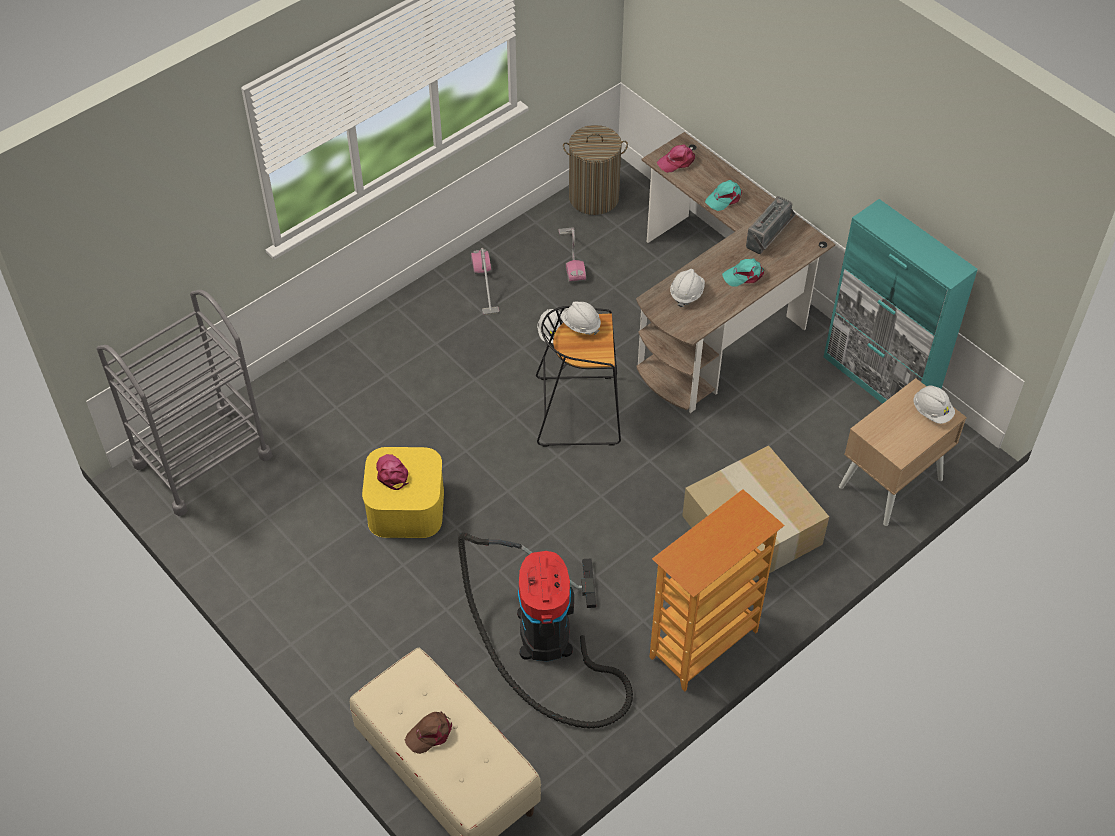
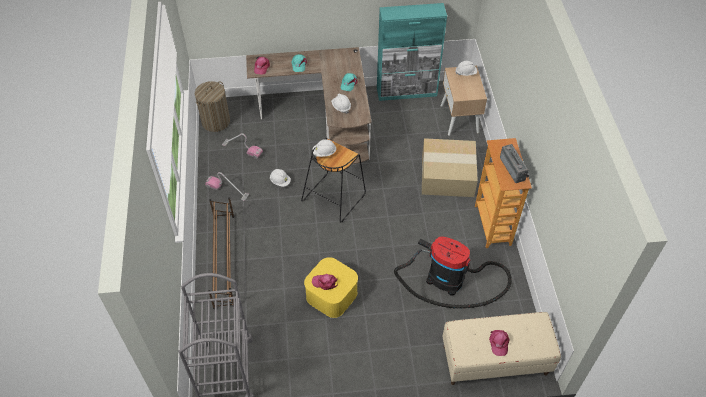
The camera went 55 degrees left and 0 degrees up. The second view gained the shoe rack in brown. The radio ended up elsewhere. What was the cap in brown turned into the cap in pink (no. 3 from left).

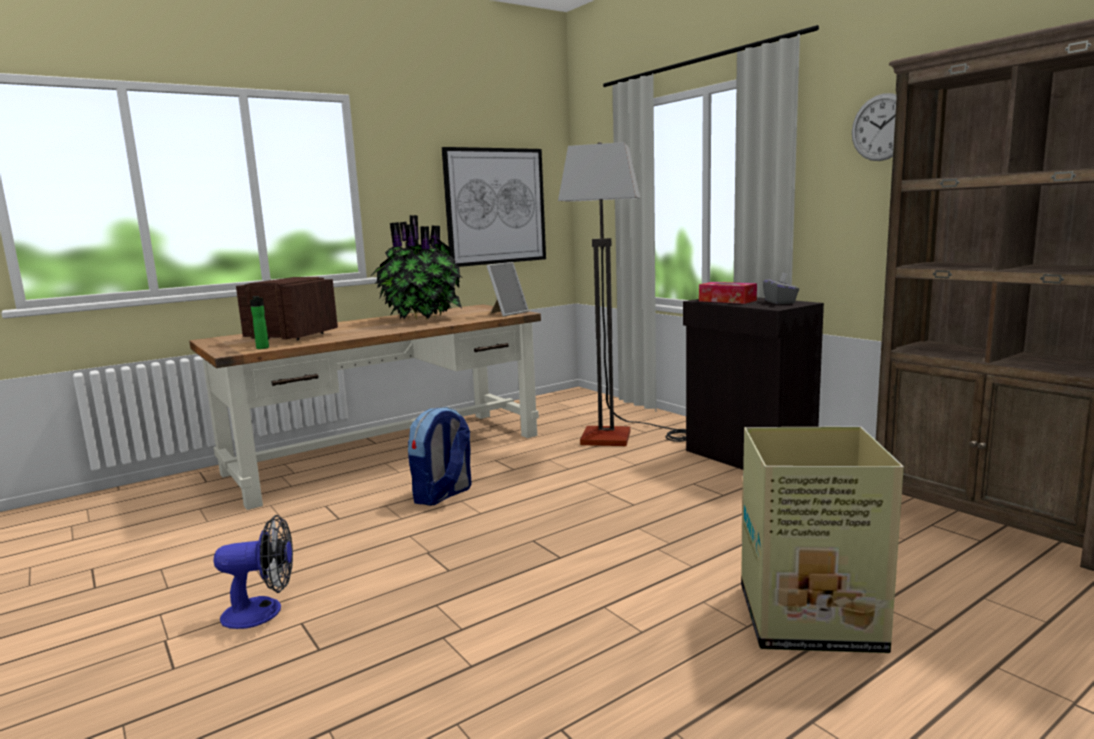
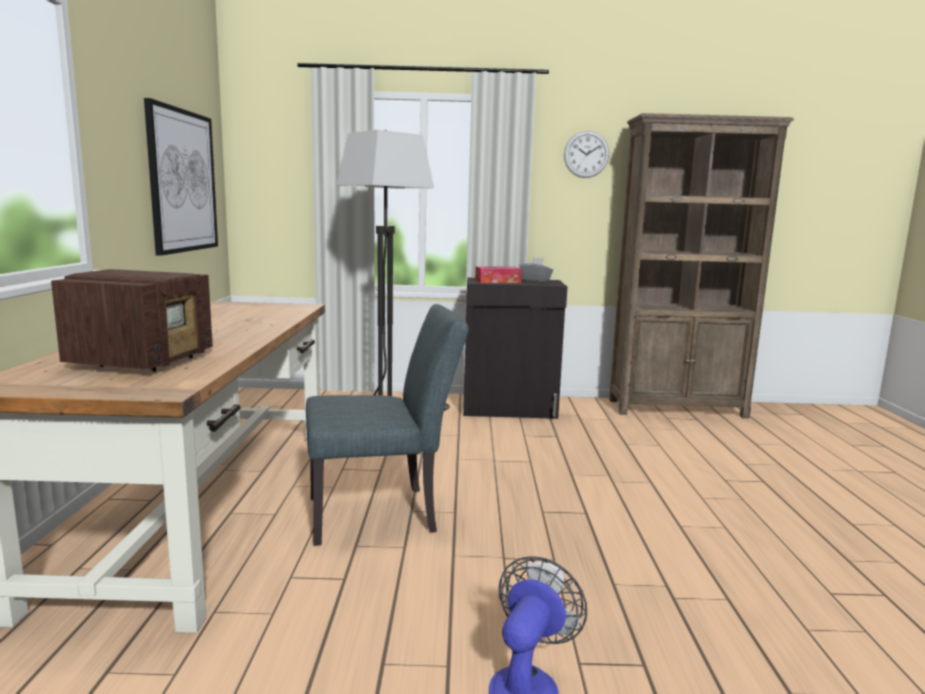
The camera went 55 degrees left and 0 degrees up. The second view lost the bottle. The second view lost the potted plant. The second view lost the picture frame. The second view lost the cardboard box. Where the backpack stood, the chair in grey came to stand. The radio ended up facing another way, 135 degrees clockwise from before.

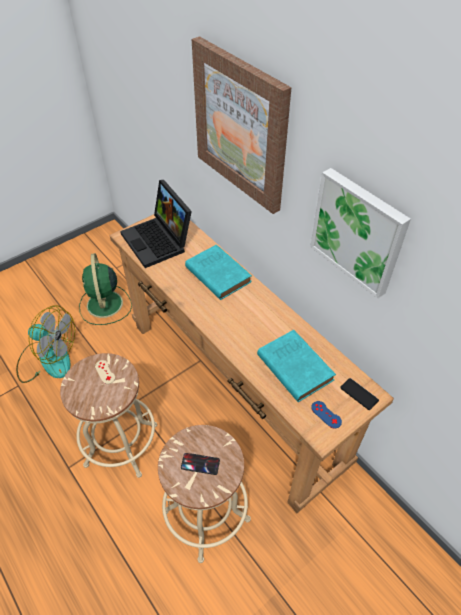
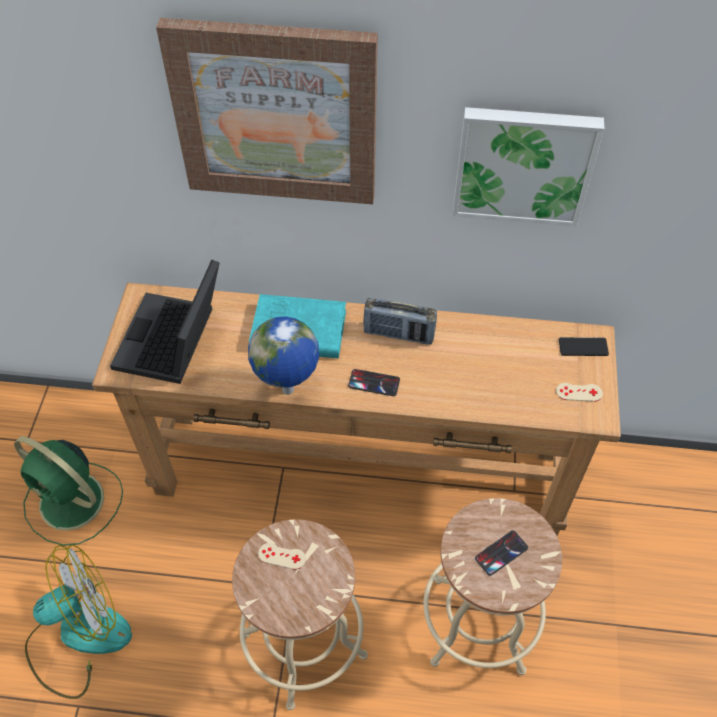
The camera went 45 degrees left and 5 degrees up. The second view lost the book in turquoise (no. 2 from left). The second view gained the globe. The second view gained the phone (no. 1 from left). The second view gained the radio. What was the game controller in blue turned into the game controller in beige (no. 2 from left). The laptop ended up facing another way, 90 degrees clockwise from before.

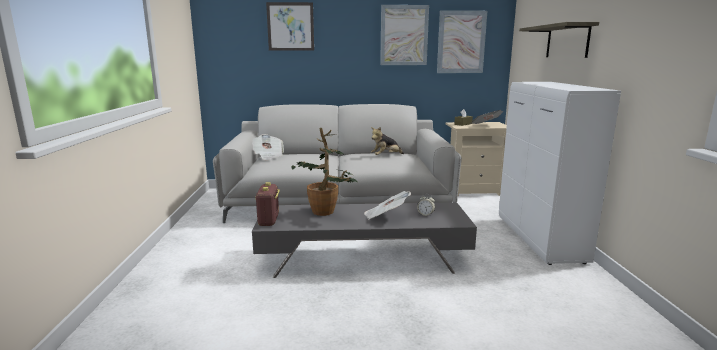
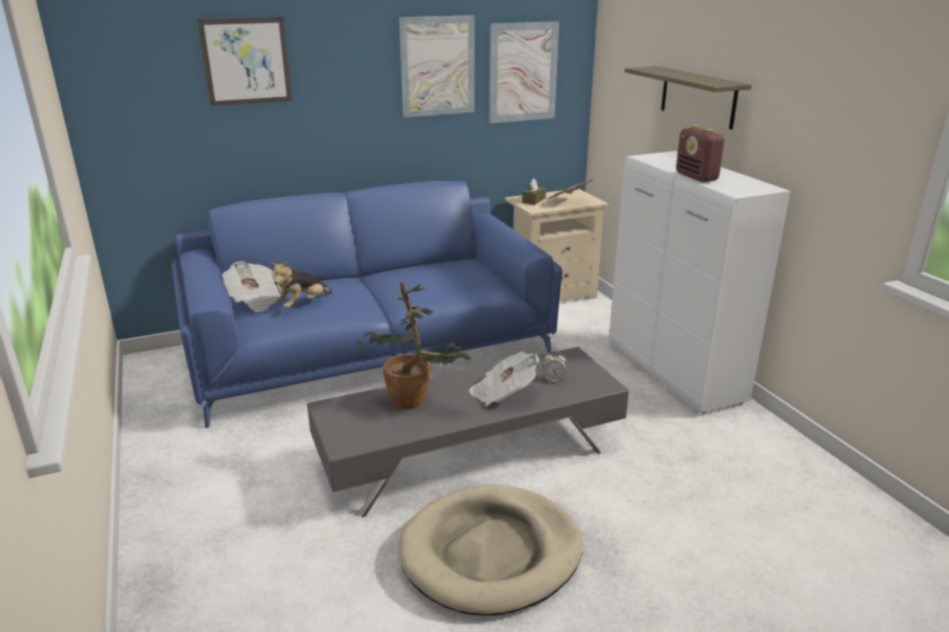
The camera went 20 degrees left and 10 degrees up. The second view gained the dog bed in beige. The radio ended up elsewhere. The plush toy ended up elsewhere. What was the sofa in grey turned into the sofa in blue.

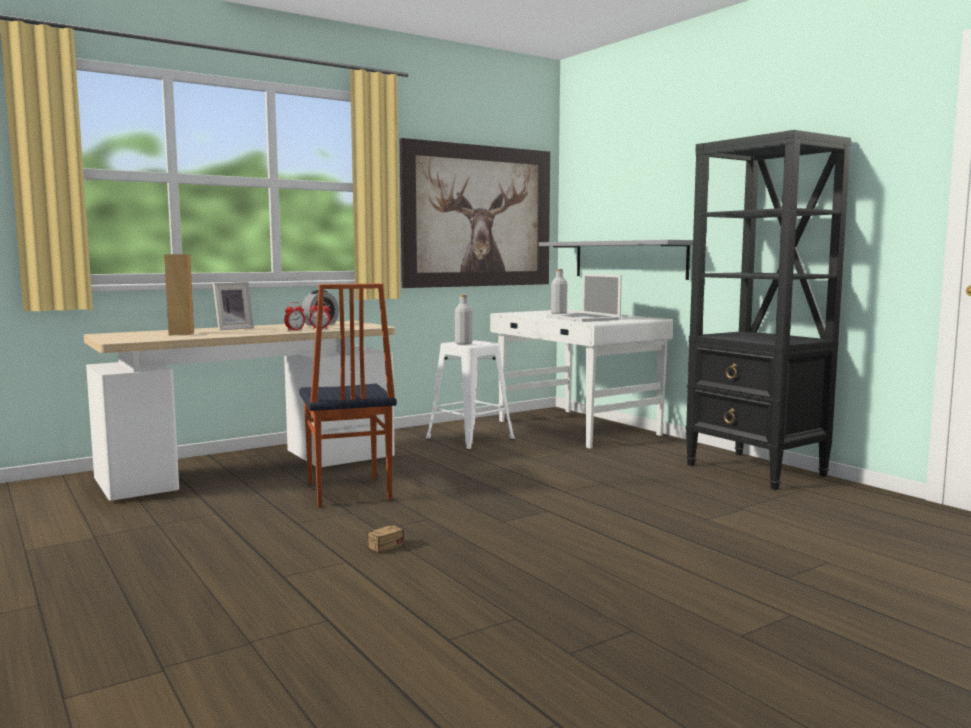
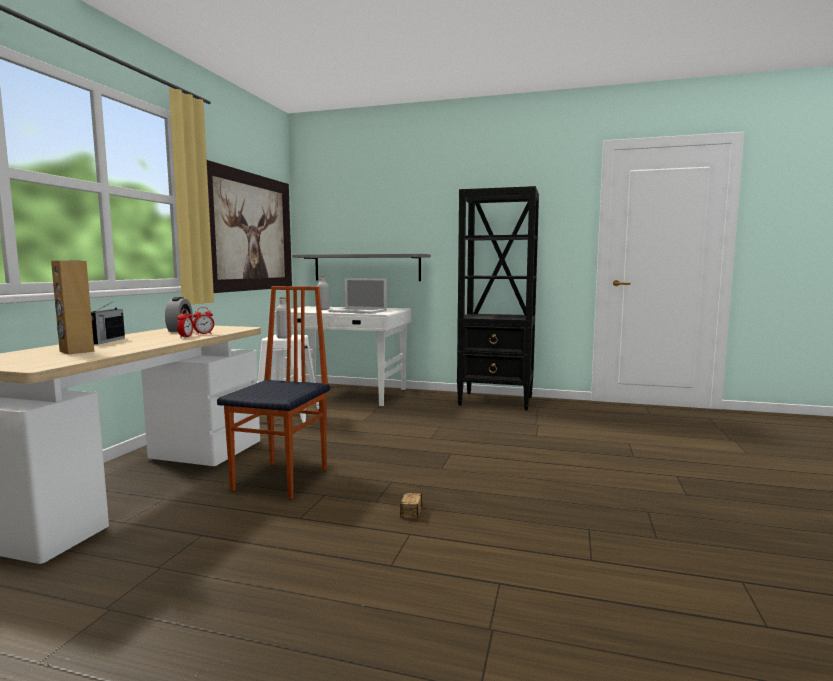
The camera went 40 degrees left and 0 degrees up. Where the picture frame stood, the radio came to stand. The chair ended up facing another way, 105 degrees counterclockwise from before.

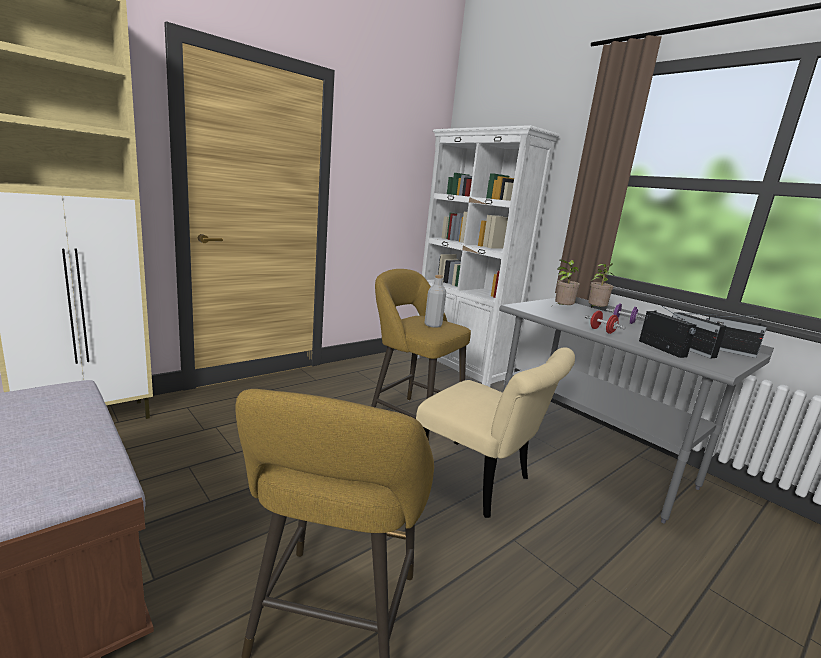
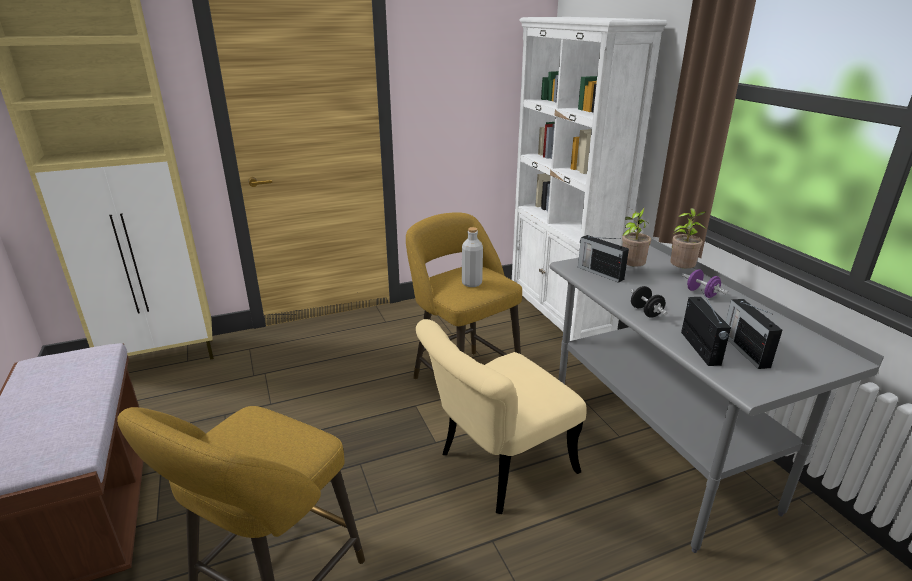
The camera went 20 degrees right and 10 degrees up. The radio (no. 3 from left in the first image) ended up elsewhere. What was the dumbbell in red turned into the dumbbell in black. The chair in beige ended up facing another way, 90 degrees clockwise from before.

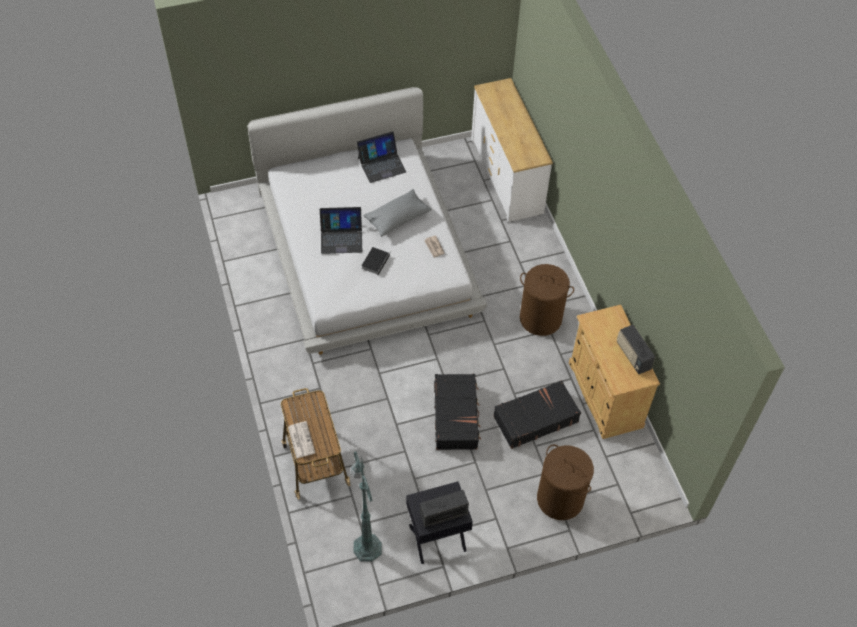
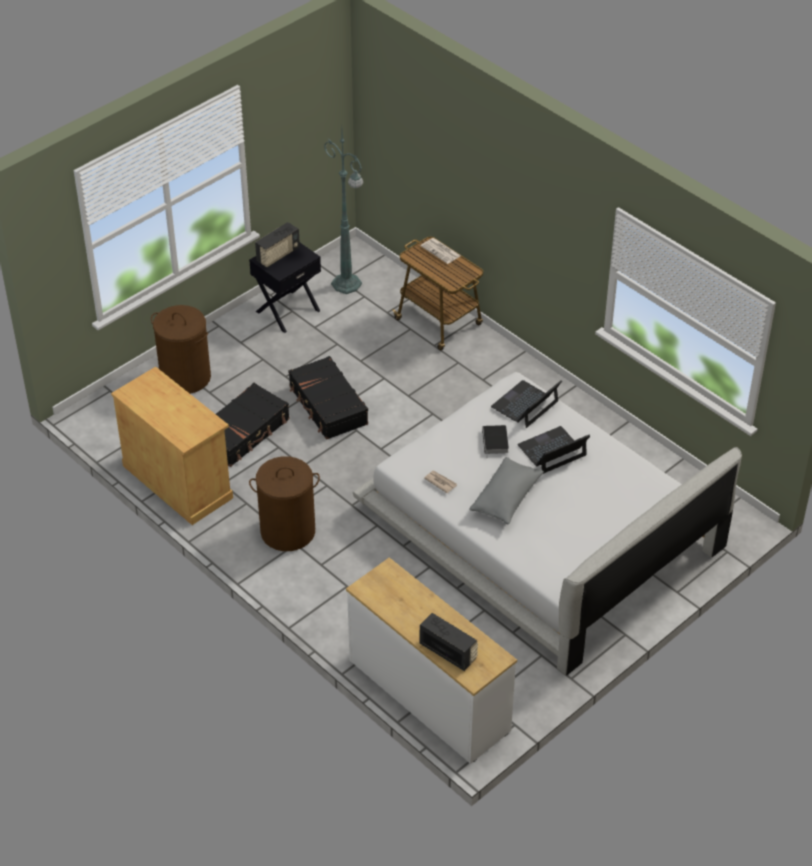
The camera went 155 degrees right and 10 degrees down. The laptop (no. 2 from left in the first image) ended up elsewhere. The radio (no. 2 from left) ended up elsewhere.

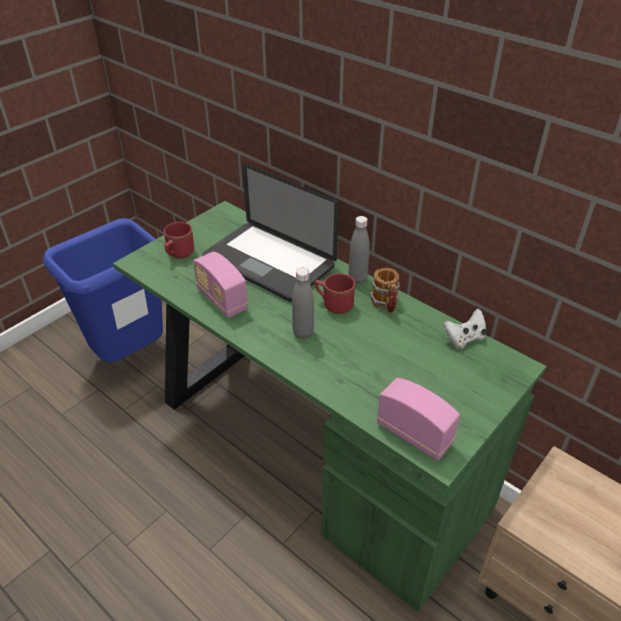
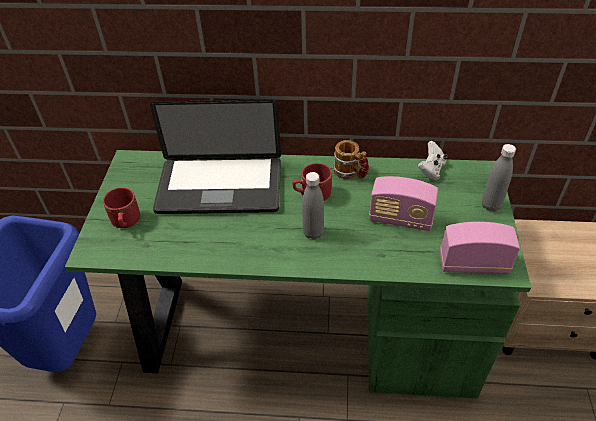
The camera went 35 degrees left and 5 degrees up. The radio (no. 1 from left) ended up elsewhere. The bottle in grey (no. 2 from left) ended up elsewhere.

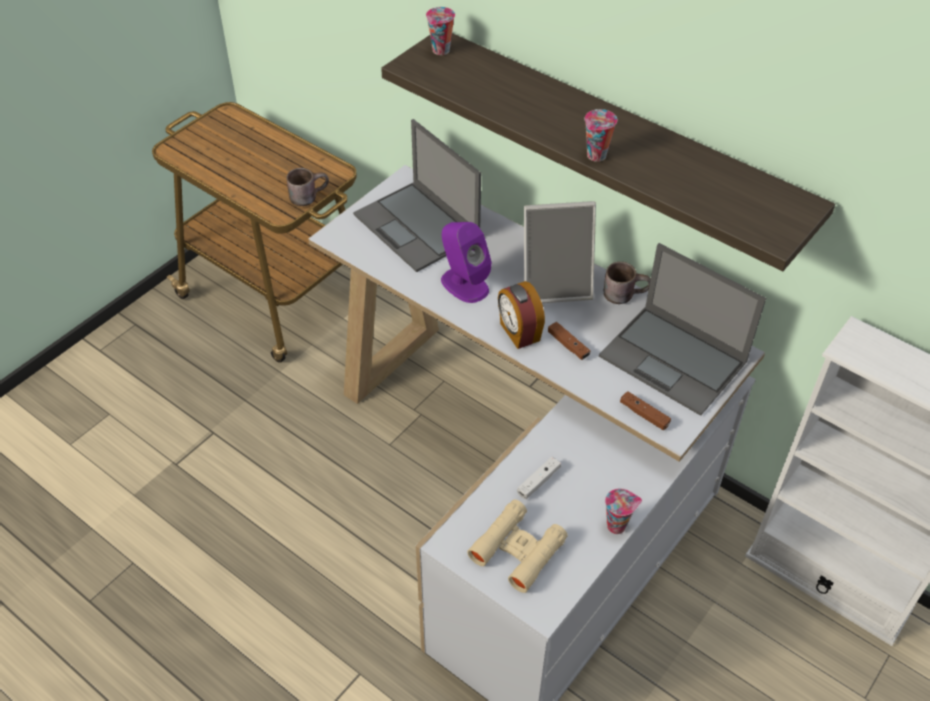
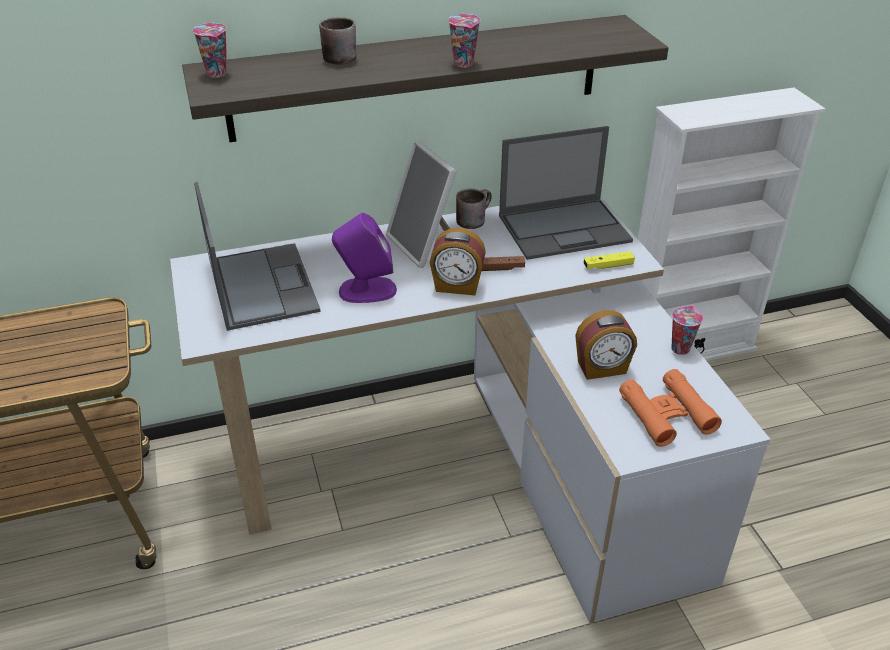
The camera went 55 degrees left and 10 degrees down. The mug in brown (no. 1 from left) ended up elsewhere. Where the game controller in white stood, the alarm clock (no. 2 from left) came to stand. What was the binoculars in beige turned into the binoculars in orange. What was the game controller in brown (no. 2 from left) turned into the game controller in yellow. The laptop (no. 1 from left) ended up facing another way, 105 degrees counterclockwise from before. The picture frame ended up facing another way, 120 degrees clockwise from before.

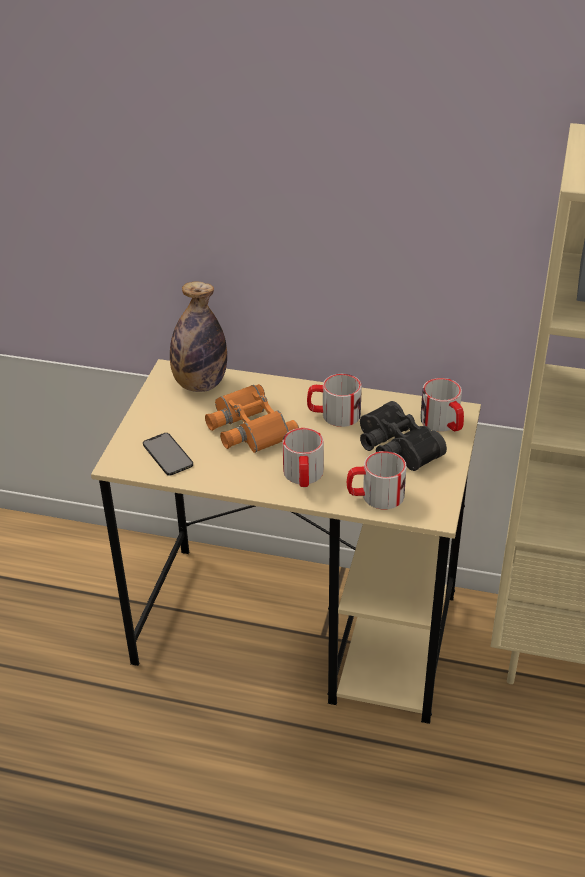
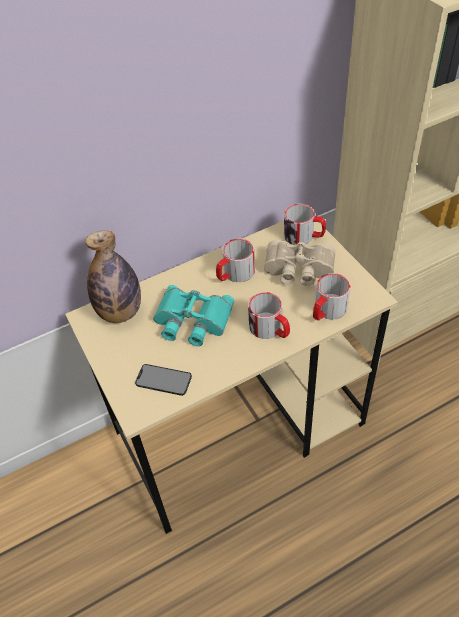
The camera went 40 degrees left and 10 degrees up. What was the binoculars in orange turned into the binoculars in turquoise. What was the binoculars in black turned into the binoculars in beige.

